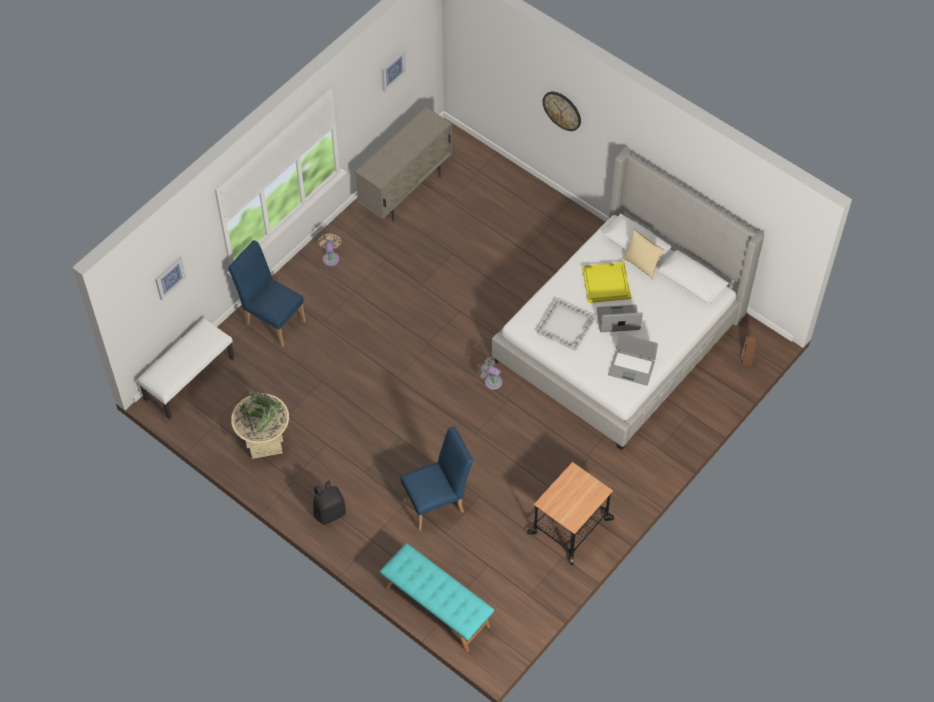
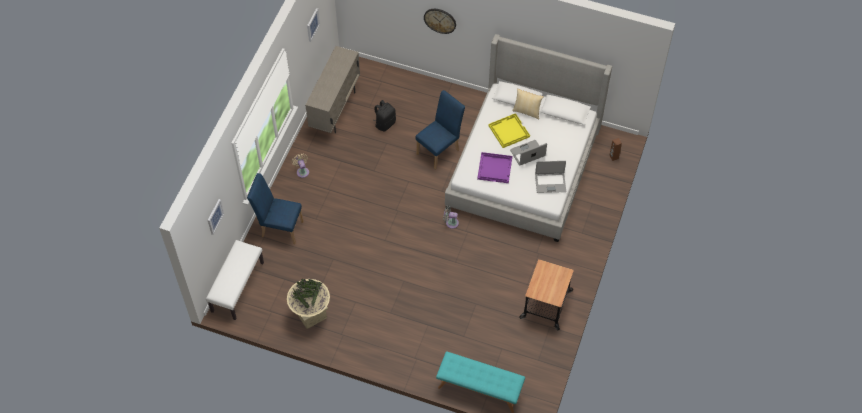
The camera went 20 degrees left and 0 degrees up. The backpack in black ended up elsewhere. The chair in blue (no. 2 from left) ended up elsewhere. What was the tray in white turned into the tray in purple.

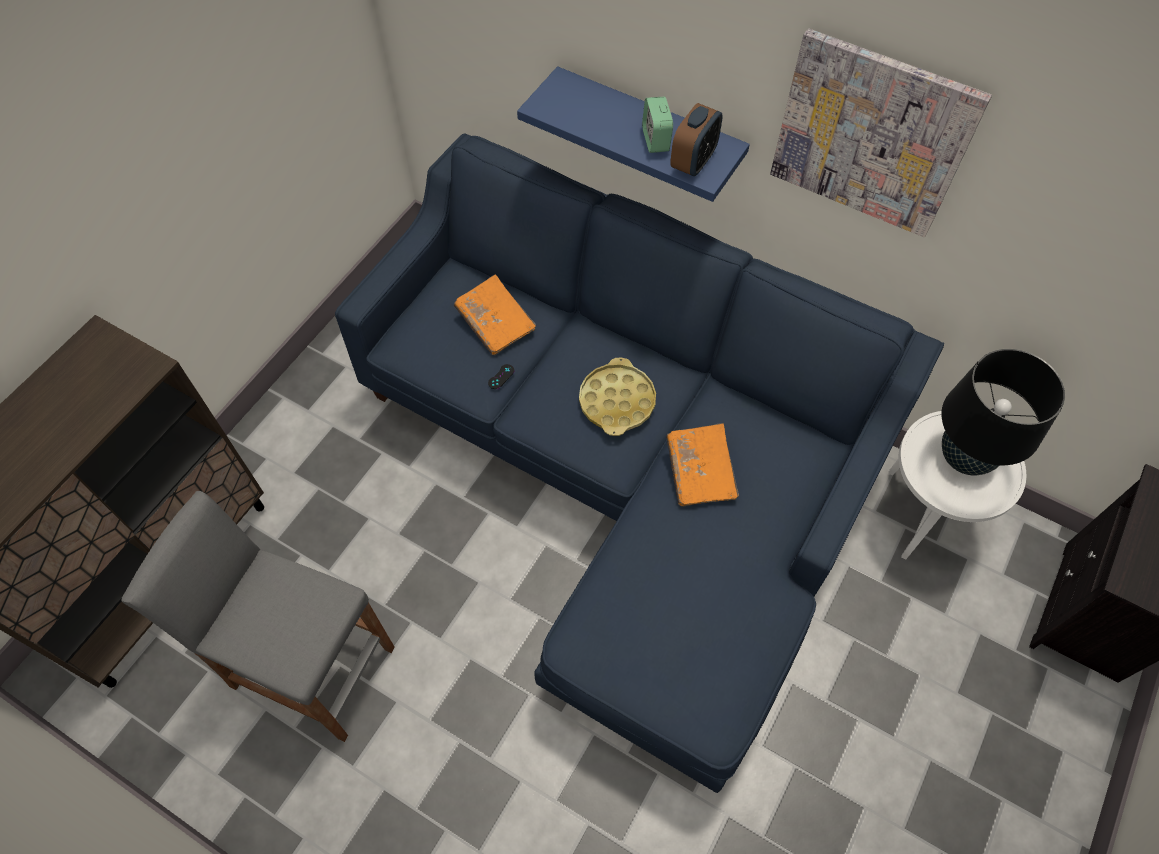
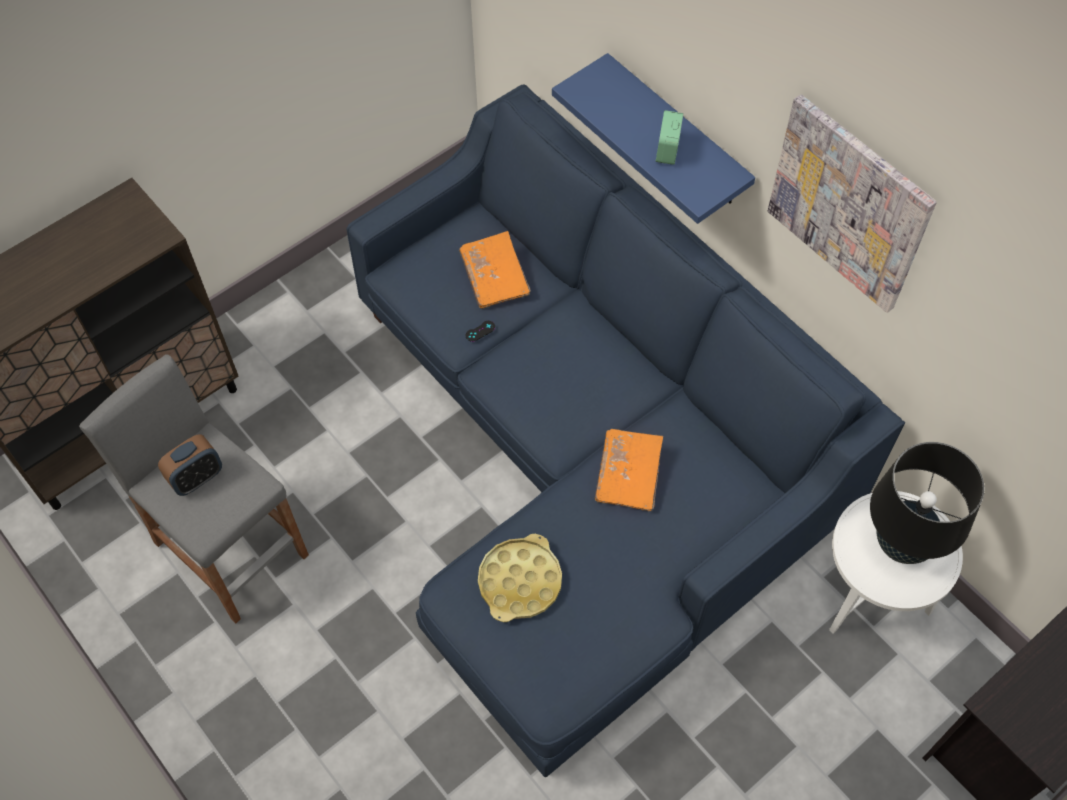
The camera went 20 degrees right and 0 degrees up. The tray in yellow ended up elsewhere. The alarm clock (no. 2 from left in the first image) ended up elsewhere.

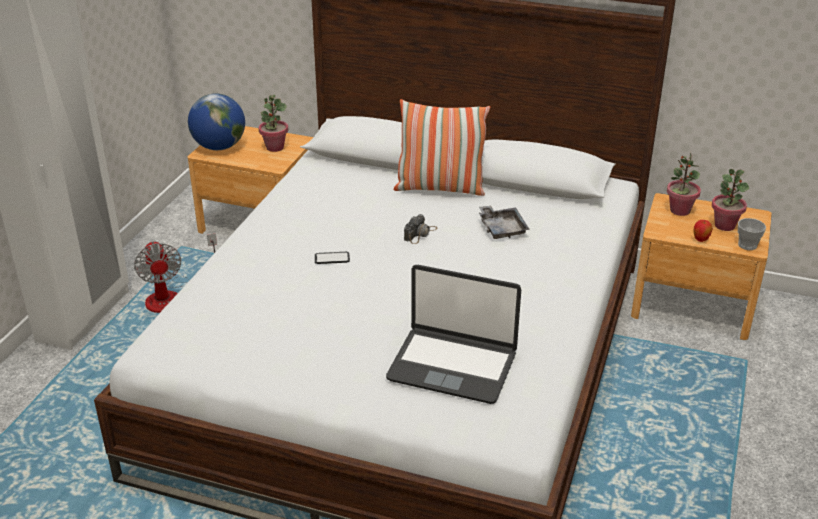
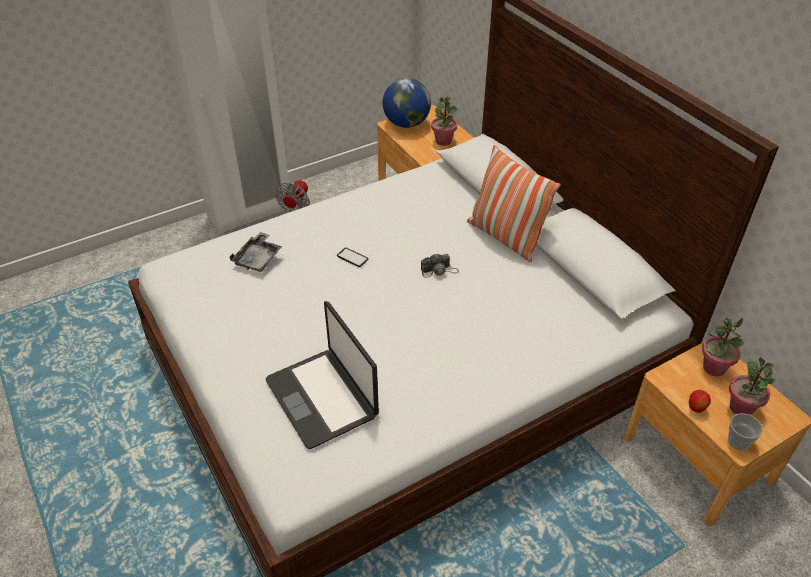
The camera went 40 degrees right and 10 degrees up. The tray in grey ended up elsewhere.

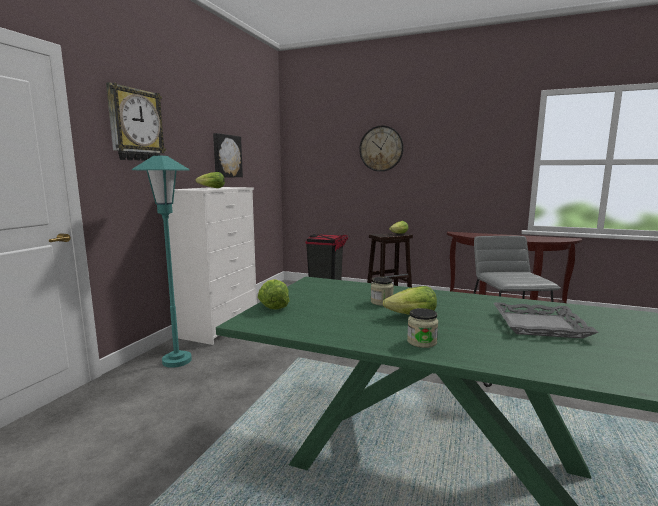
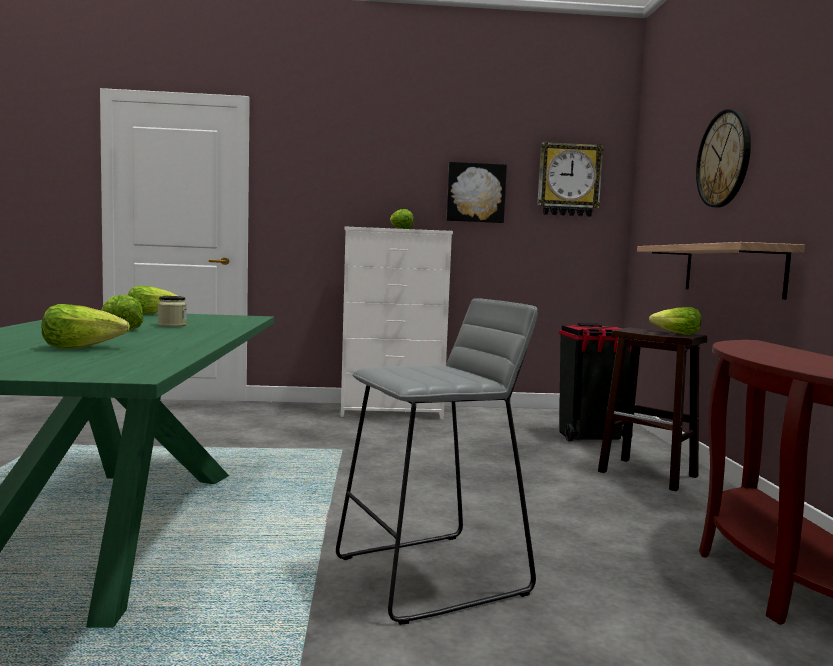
The camera went 65 degrees right and 5 degrees down. The second view lost the floor lamp in turquoise. The second view lost the jar (no. 2 from left). The second view gained the shelf. The wall clock (no. 1 from left) ended up elsewhere. Where the tray in grey stood, the lettuce (no. 1 from left) came to stand.

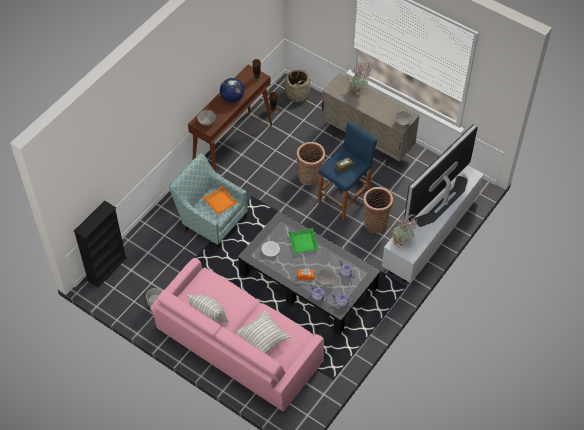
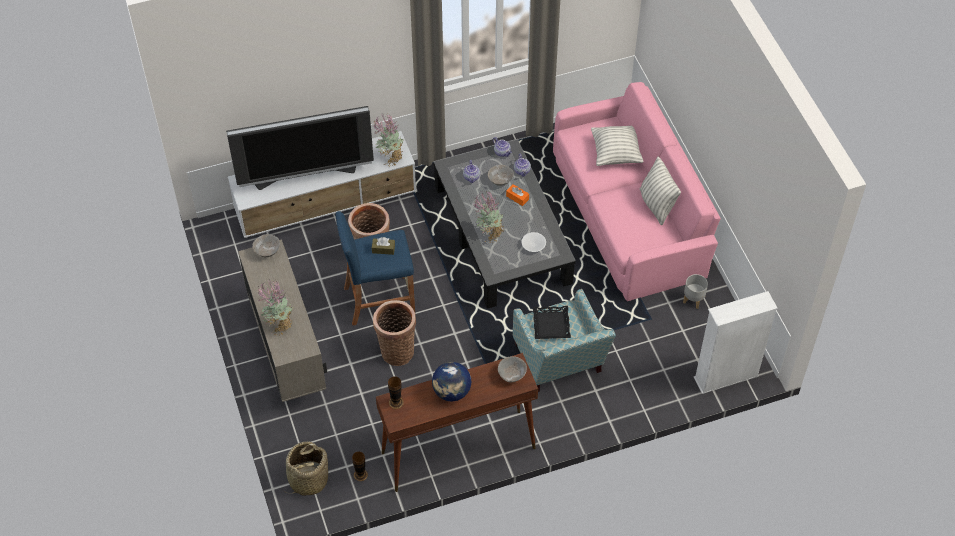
The camera went 145 degrees left and 0 degrees up. Where the tray in green stood, the potted plant (no. 3 from left) came to stand. What was the bookcase in black turned into the bookcase in white. What was the tray in orange turned into the tray in black.

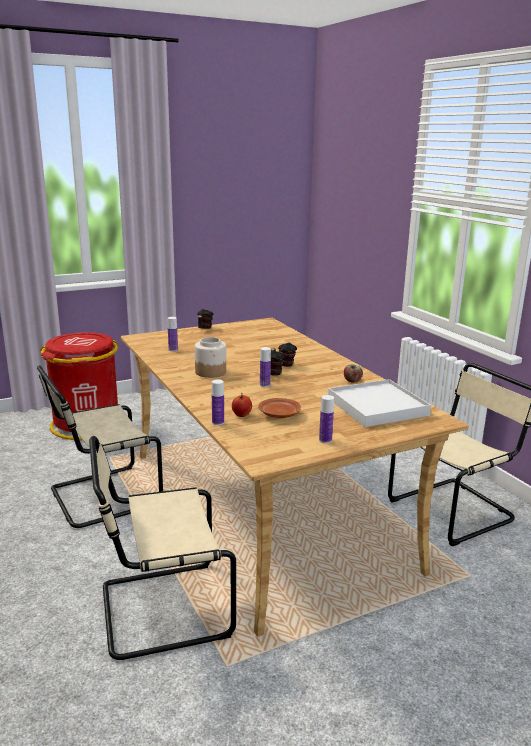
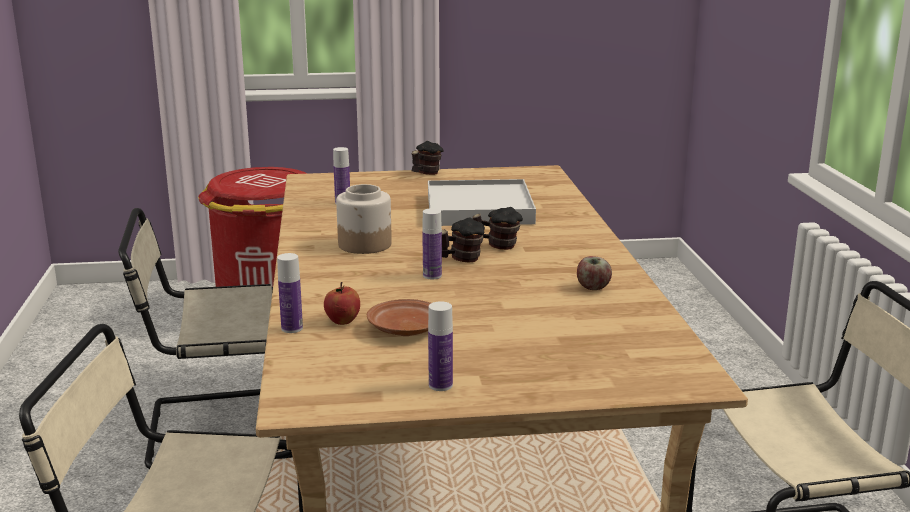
The camera went 20 degrees right and 0 degrees up. The tray in white ended up elsewhere.

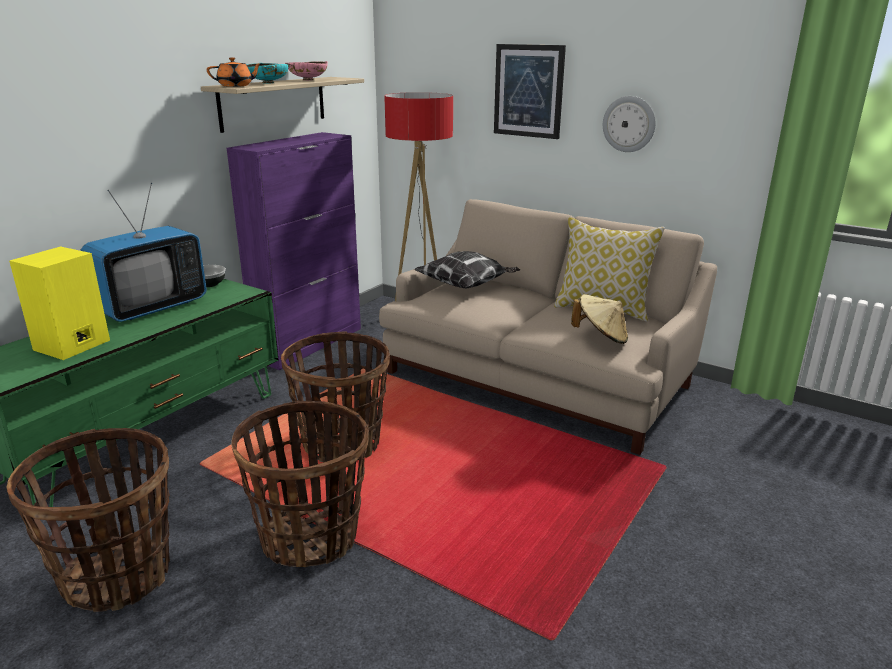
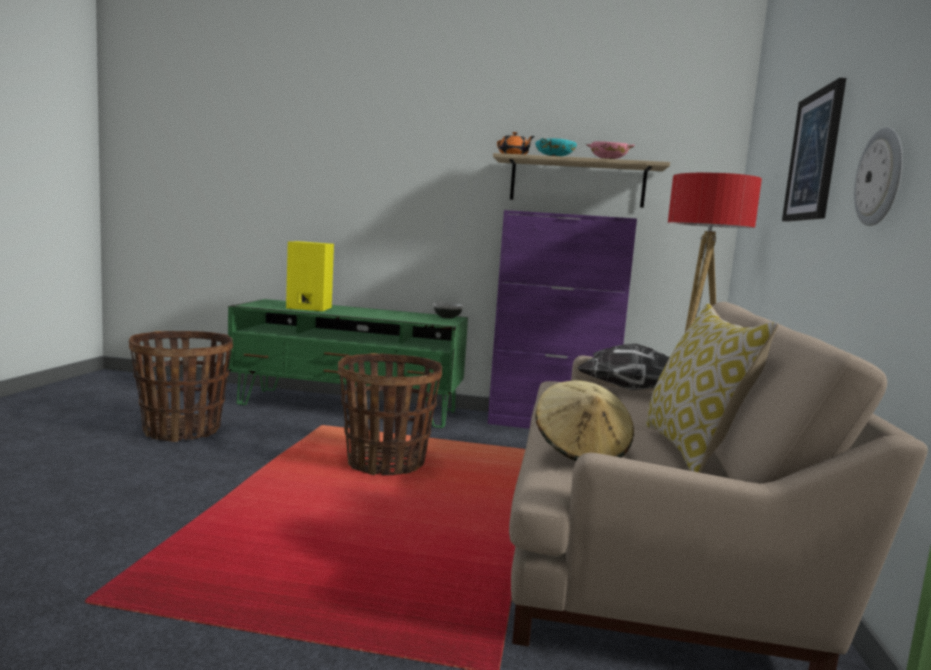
The camera went 65 degrees right and 15 degrees down. The second view lost the television. The second view lost the basket (no. 2 from left).

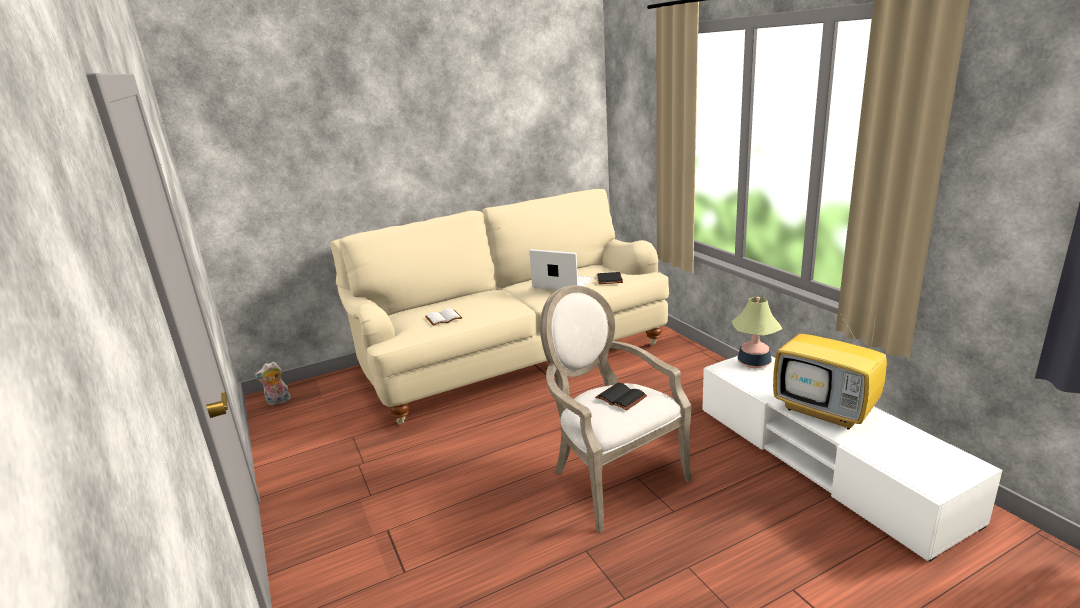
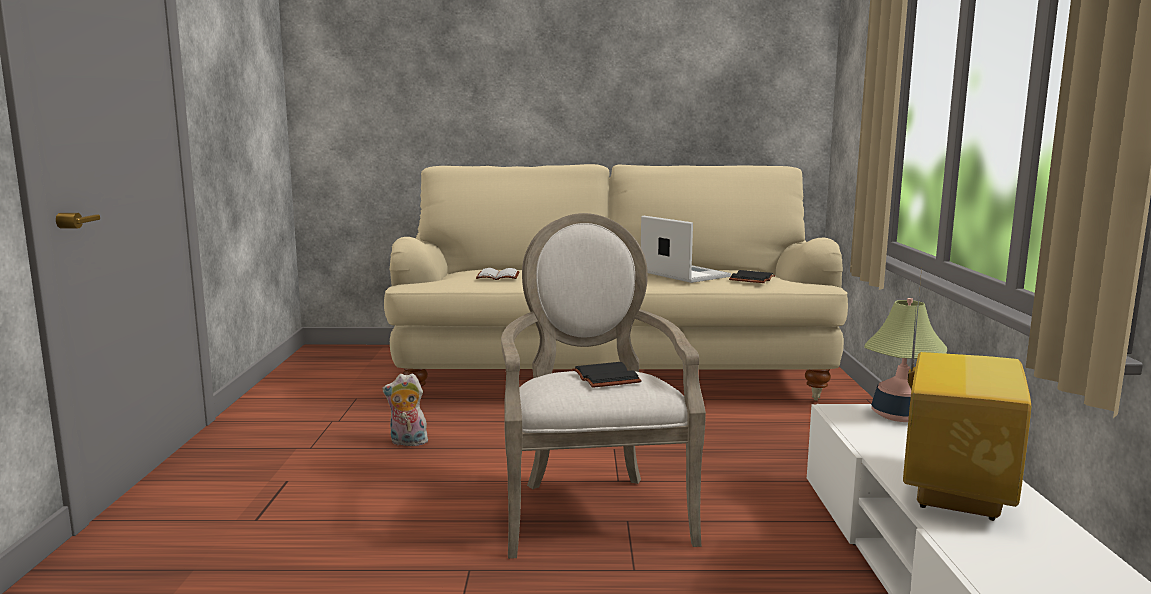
The camera went 25 degrees right and 10 degrees down. The plush toy ended up elsewhere. The television ended up facing another way, 135 degrees counterclockwise from before.

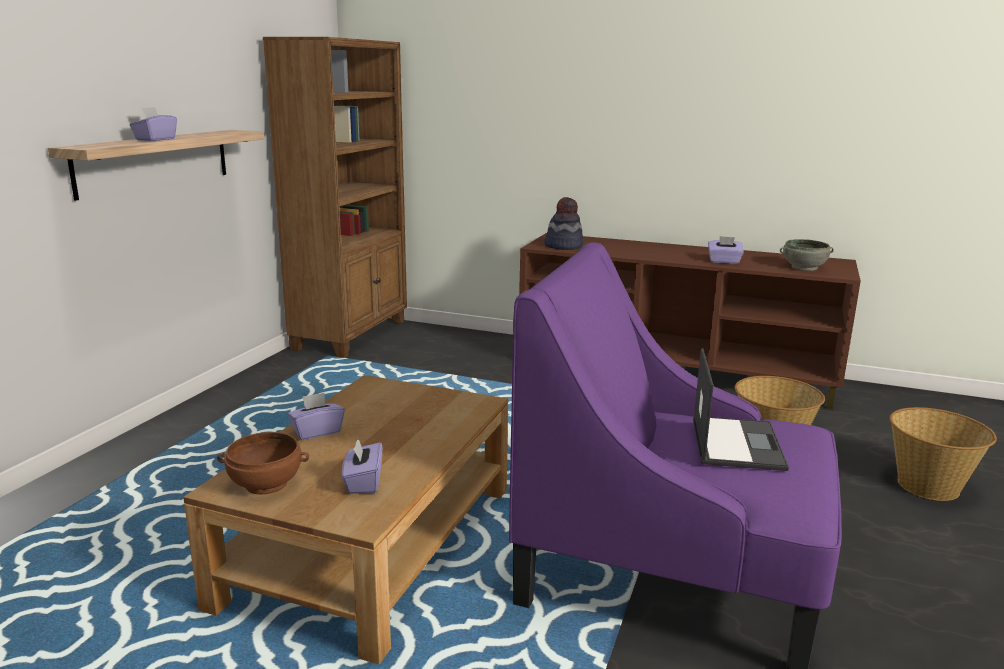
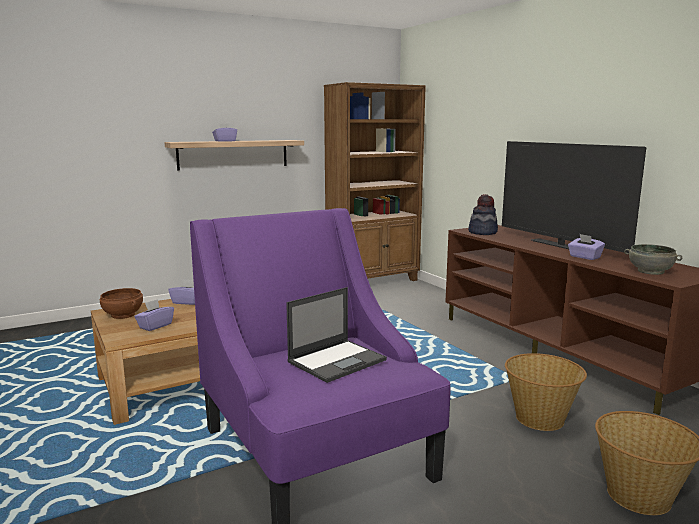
The camera went 40 degrees right and 5 degrees down. The second view gained the television.

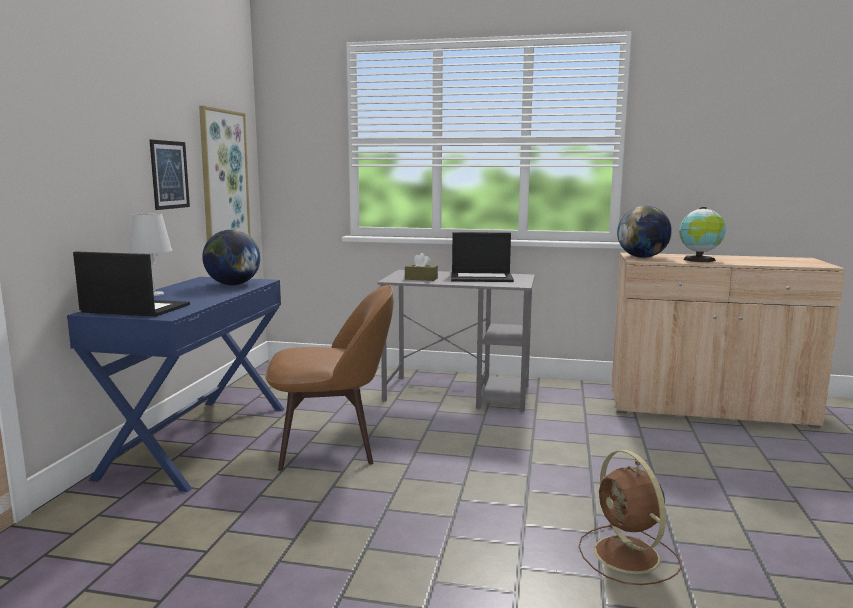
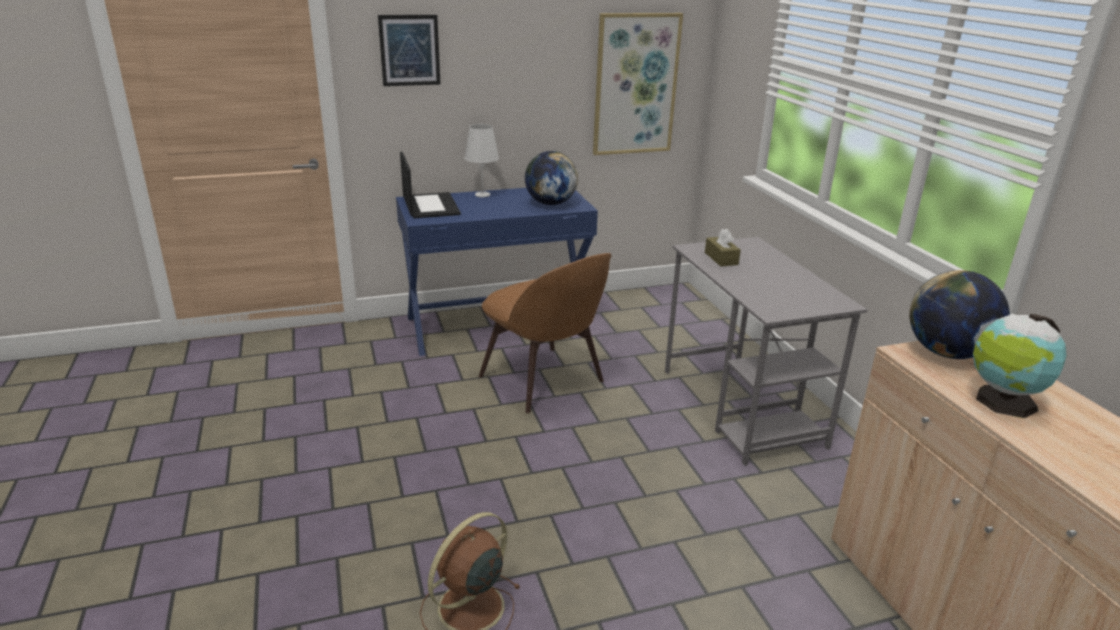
The camera went 60 degrees right and 15 degrees up. The second view lost the laptop (no. 2 from left). The picture (no. 1 from left) ended up elsewhere.

